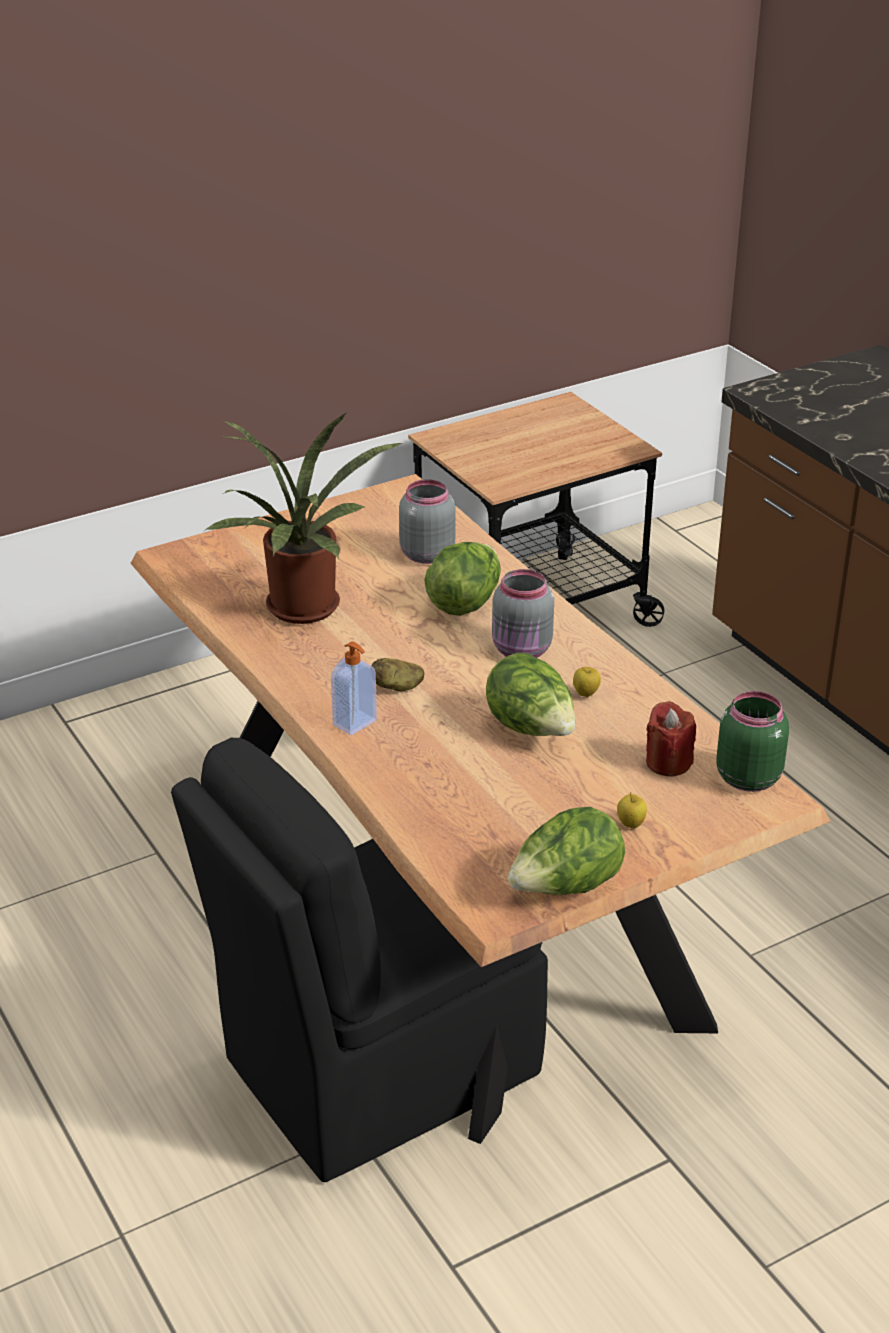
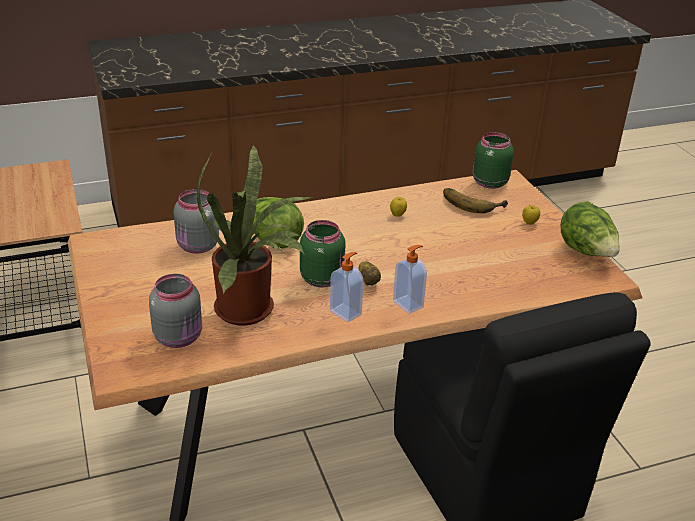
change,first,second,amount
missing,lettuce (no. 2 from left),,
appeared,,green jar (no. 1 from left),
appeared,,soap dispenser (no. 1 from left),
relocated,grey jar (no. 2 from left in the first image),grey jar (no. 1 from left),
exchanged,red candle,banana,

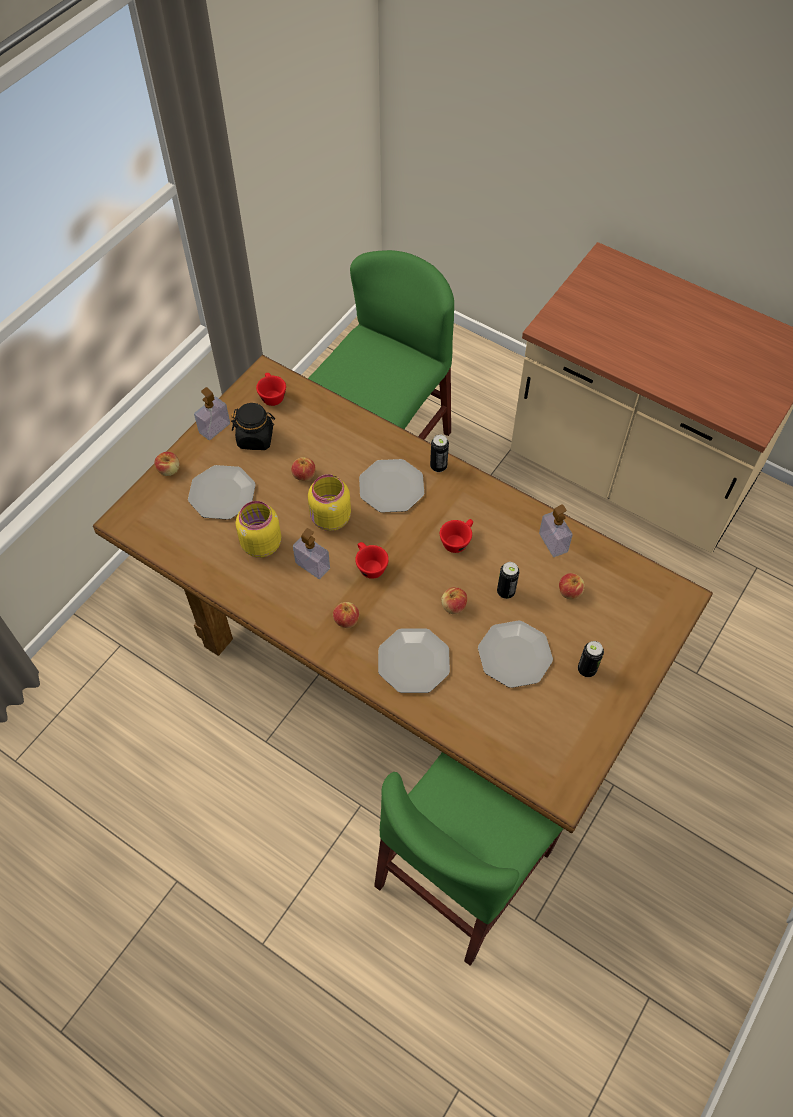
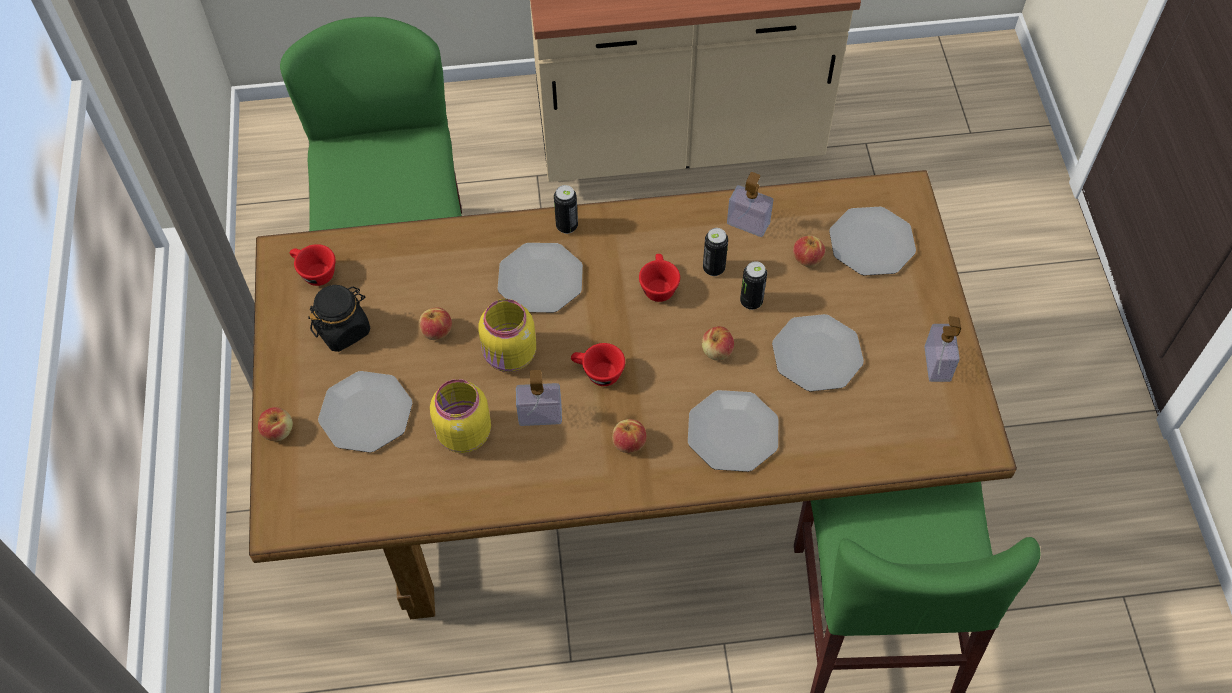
change,first,second,amount
appeared,,plate (no. 5 from left),
relocated,soap dispenser (no. 1 from left in the first image),soap dispenser (no. 3 from left),
relocated,can (no. 3 from left in the first image),can (no. 2 from left),

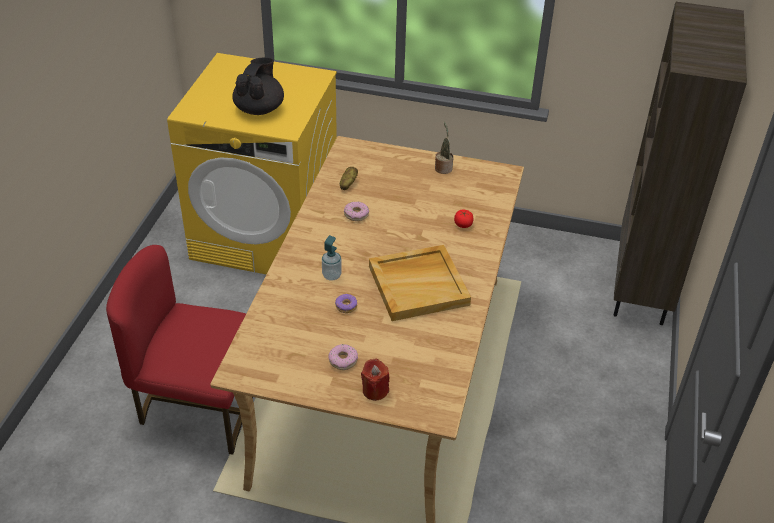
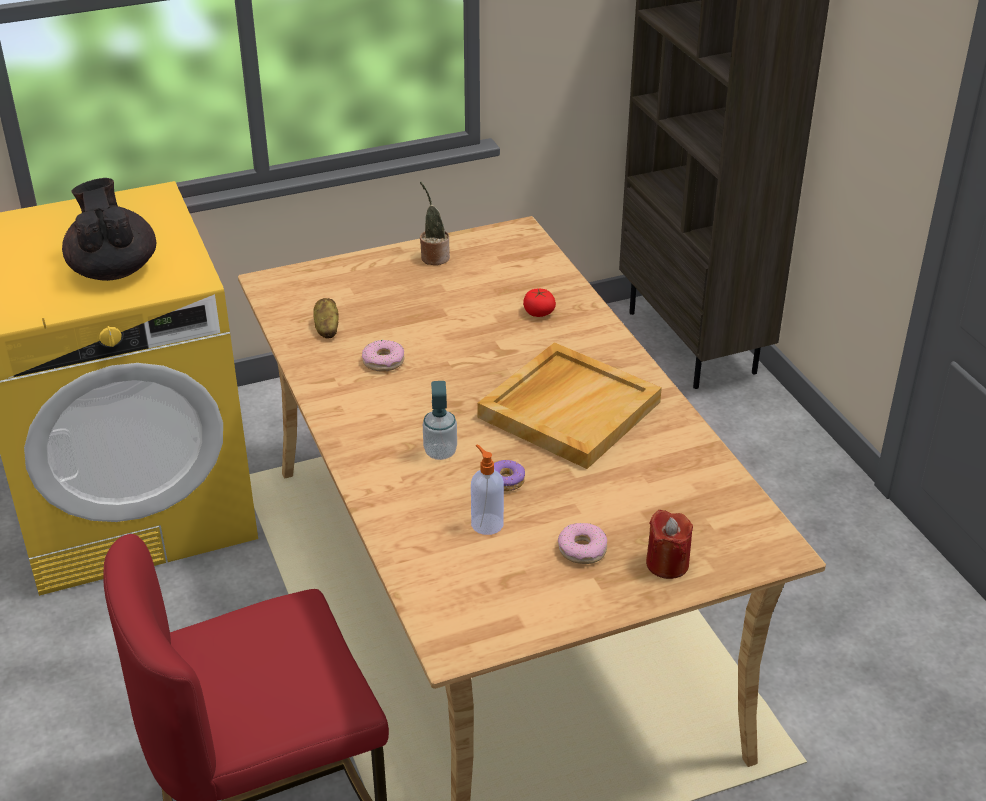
change,first,second,amount
appeared,,soap dispenser (no. 2 from left),

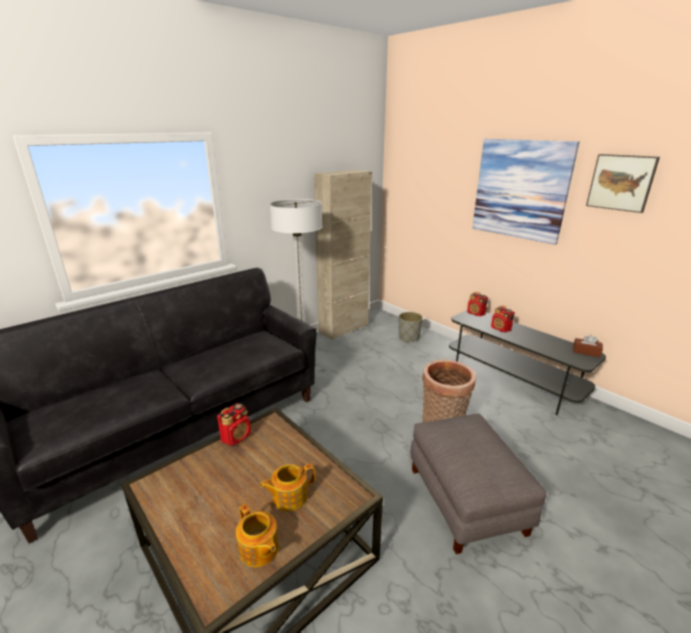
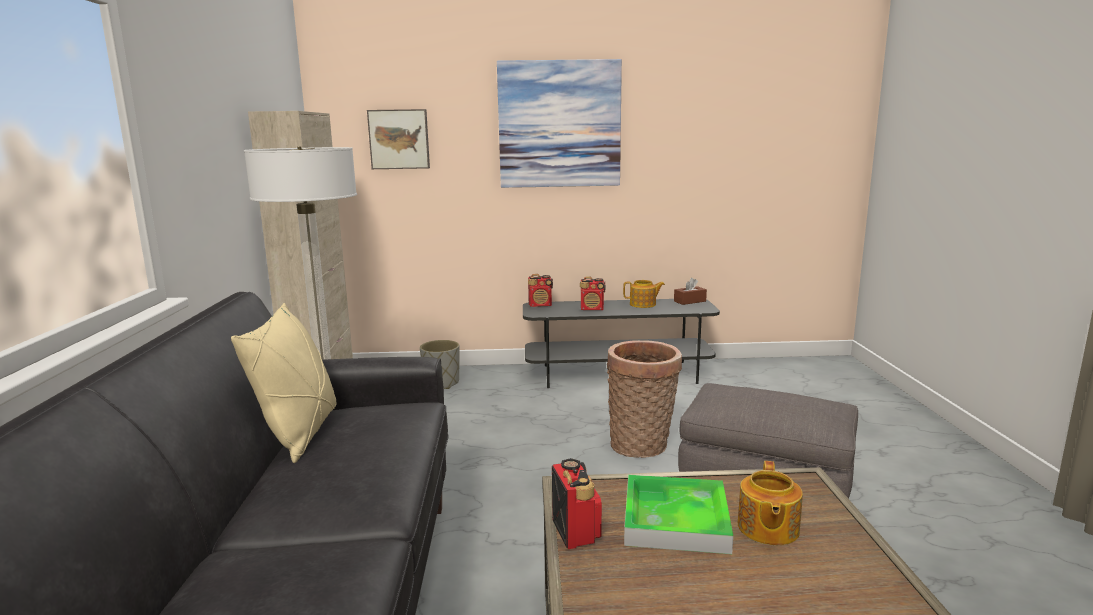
change,first,second,amount
appeared,,beige pillow,
appeared,,tray,
relocated,teapot (no. 1 from left),,
relocated,picture (no. 2 from left in the first image),picture (no. 1 from left),

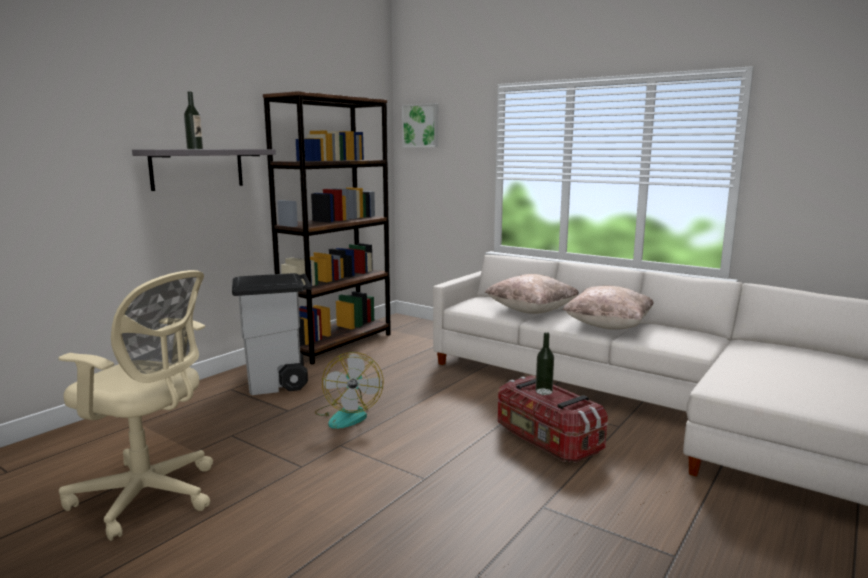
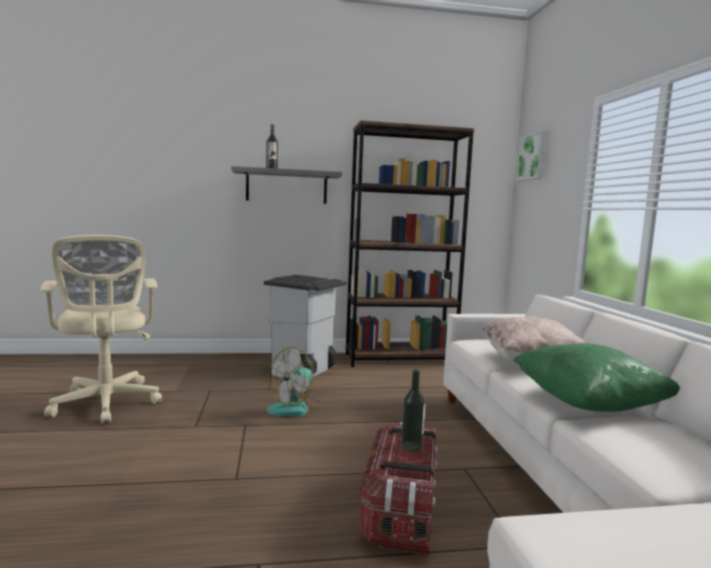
change,first,second,amount
colour,beige pillow (no. 2 from left),green pillow,

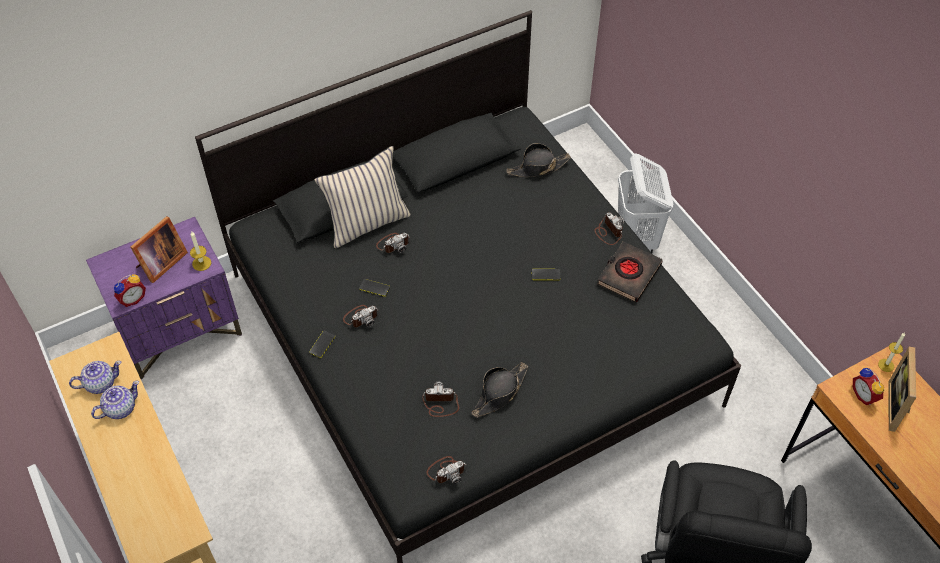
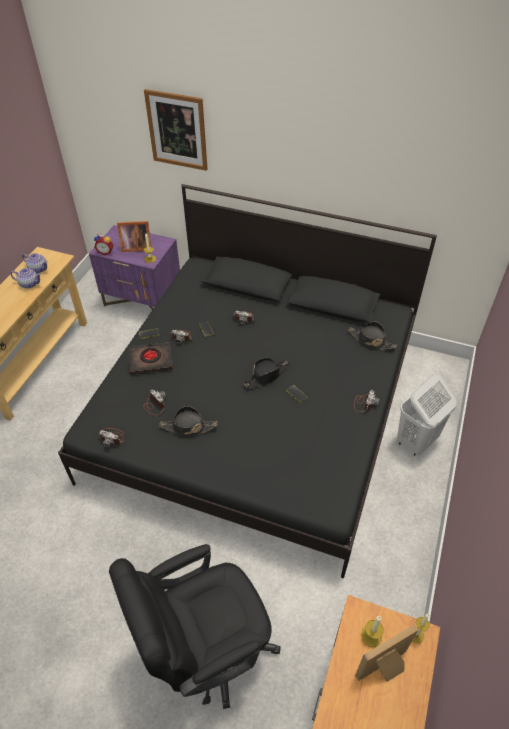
change,first,second,amount
missing,beige pillow,,
appeared,,picture,
appeared,,black hat (no. 2 from left),
relocated,black book,,
exchanged,alarm clock (no. 2 from left),candle (no. 2 from left),

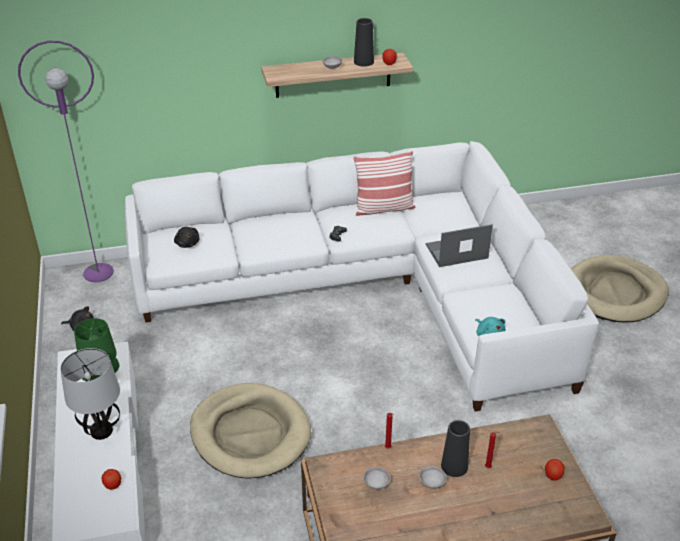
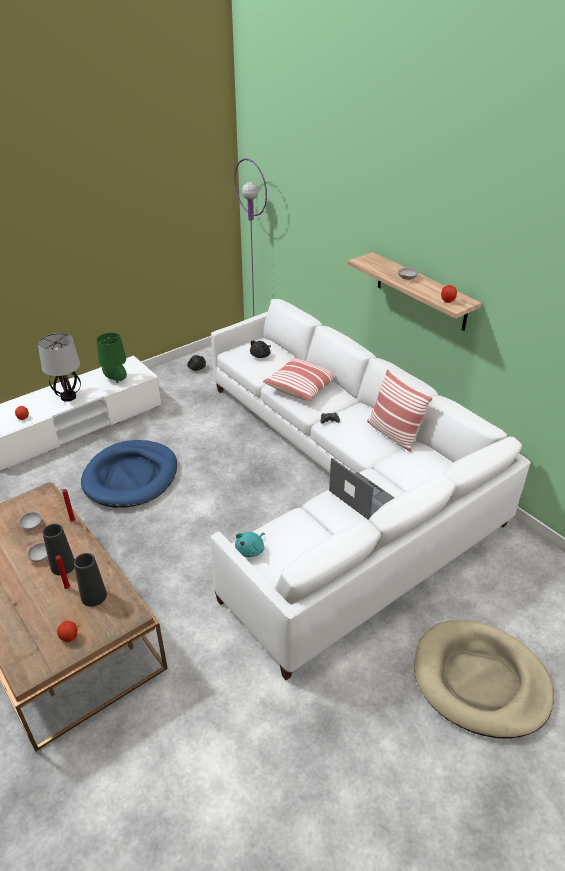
change,first,second,amount
appeared,,pillow (no. 1 from left),
relocated,black vase (no. 1 from left in the first image),black vase (no. 2 from left),
colour,beige dog bed (no. 1 from left),blue dog bed,

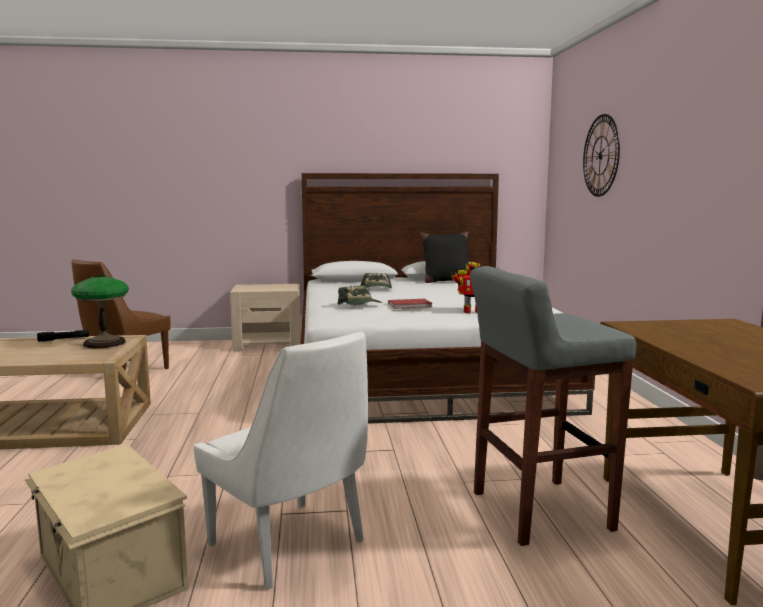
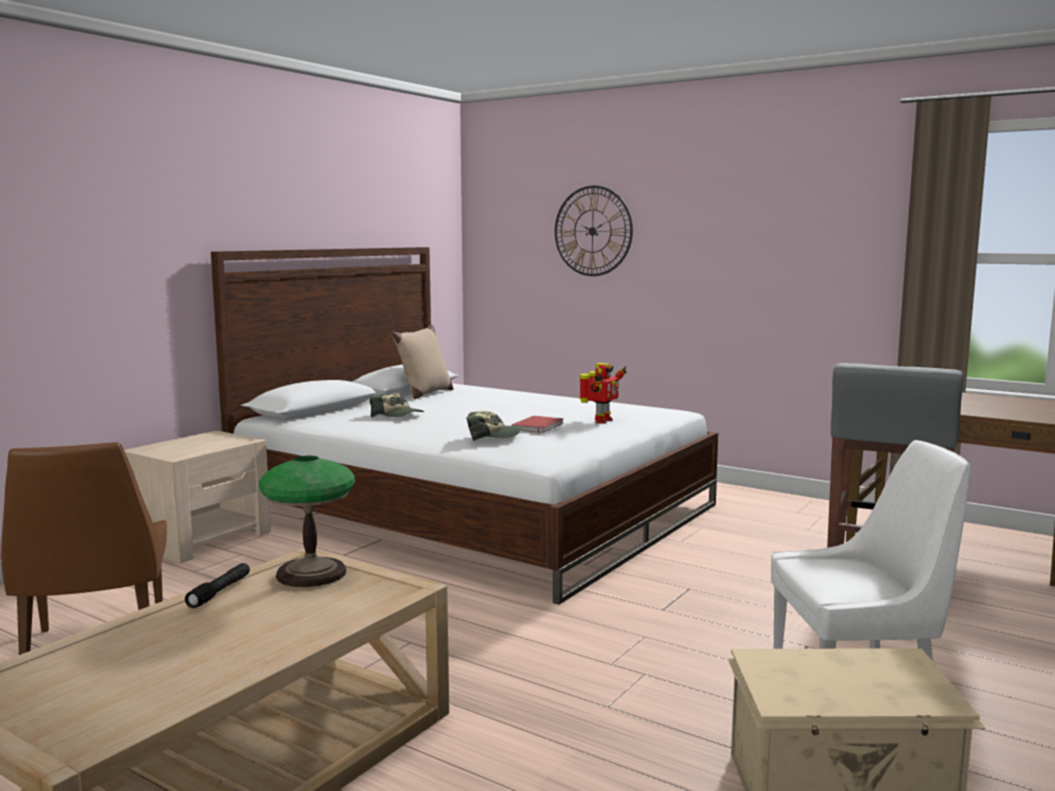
change,first,second,amount
colour,black pillow,beige pillow,

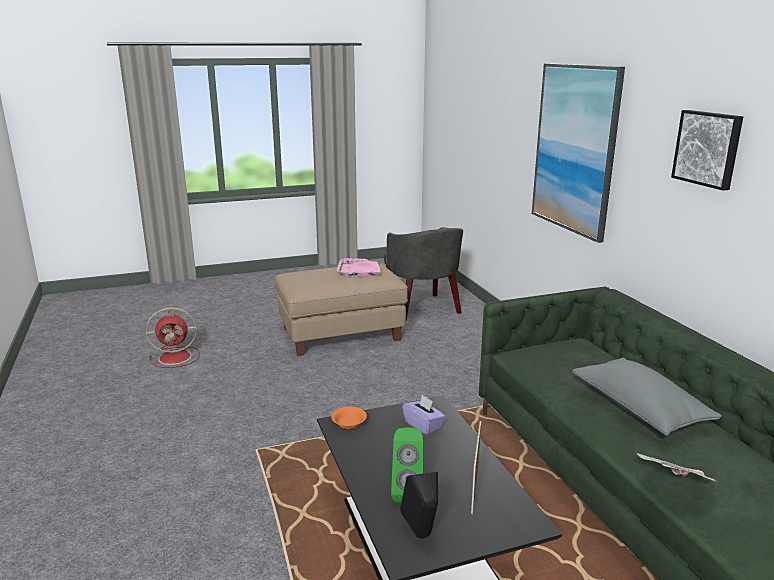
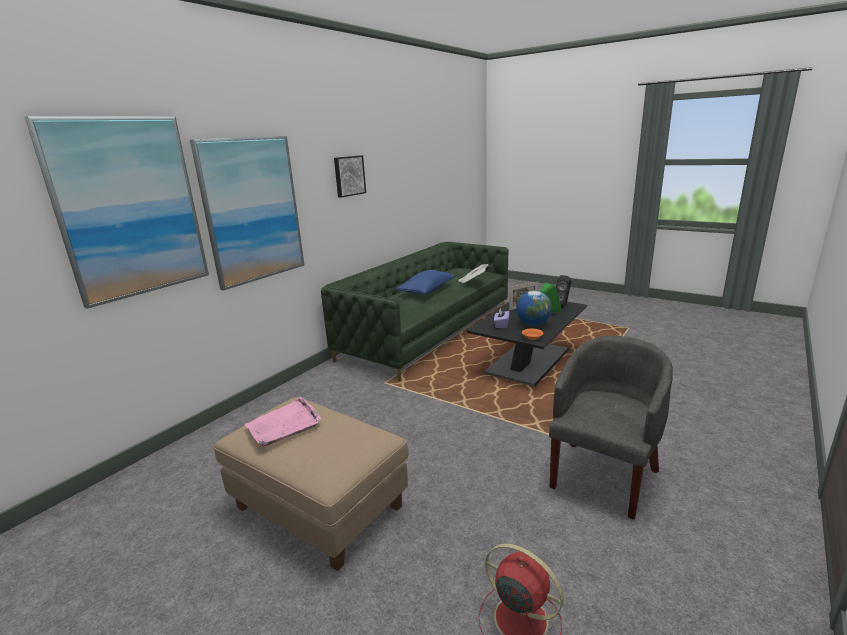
change,first,second,amount
appeared,,picture (no. 1 from left),
appeared,,globe,
relocated,grey armchair,,
colour,grey pillow,blue pillow,

